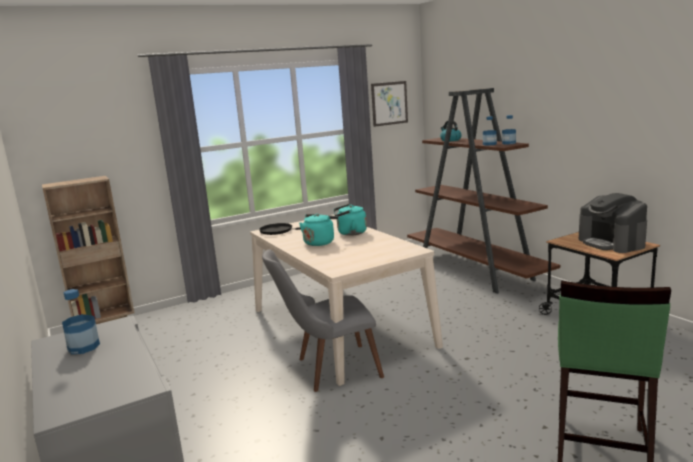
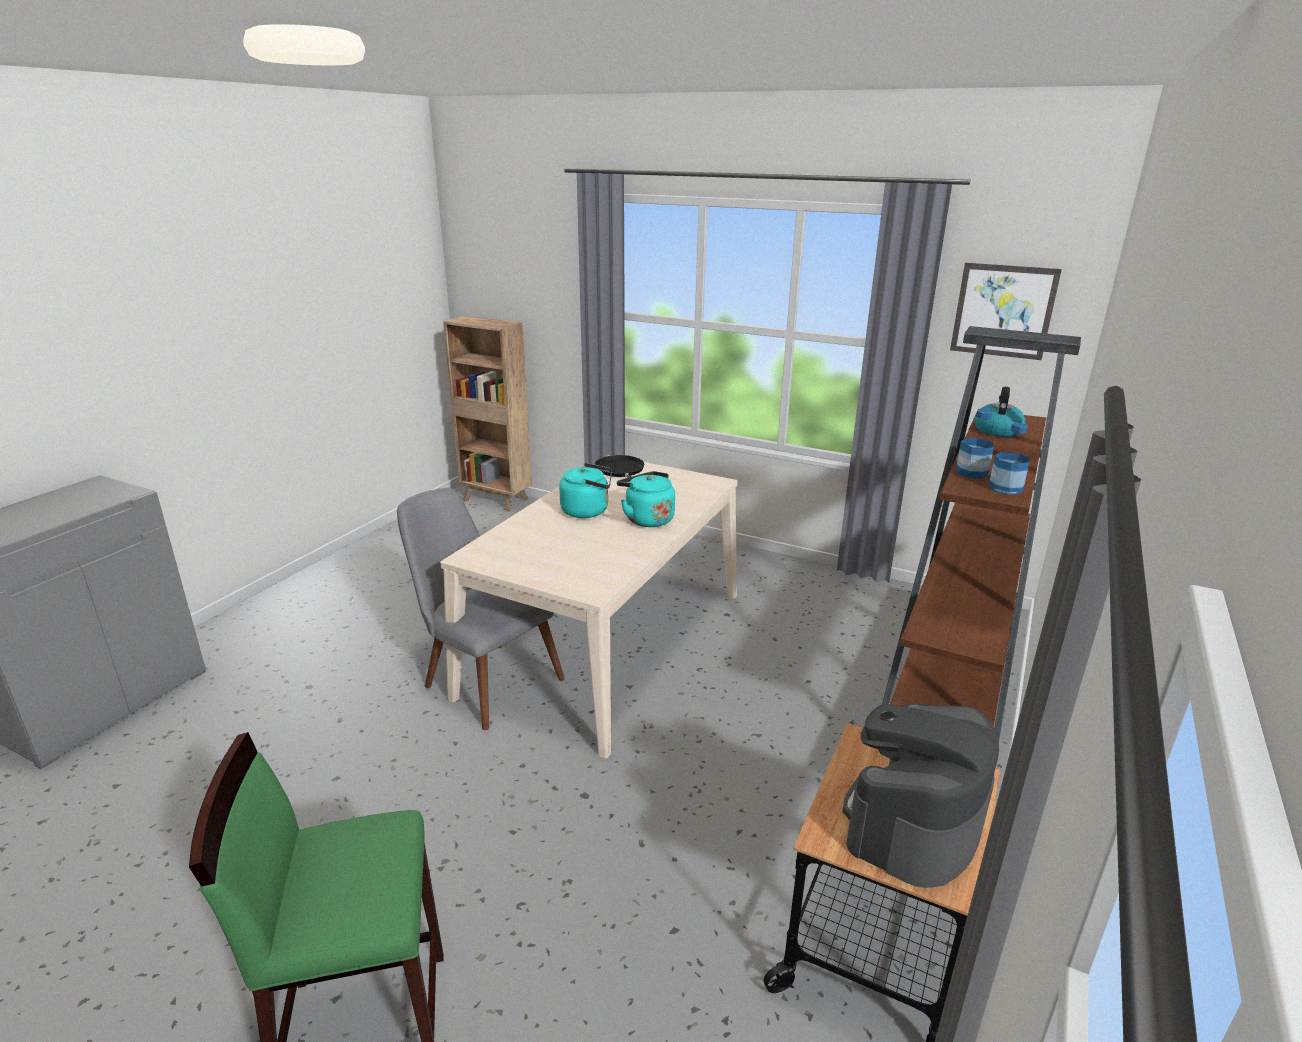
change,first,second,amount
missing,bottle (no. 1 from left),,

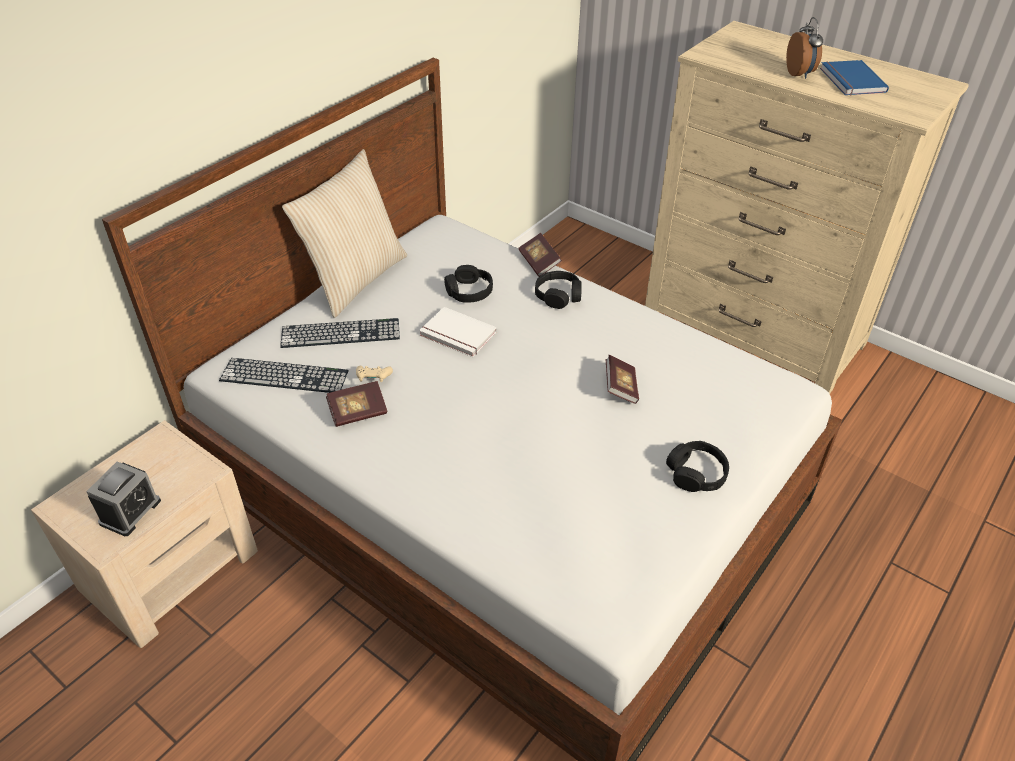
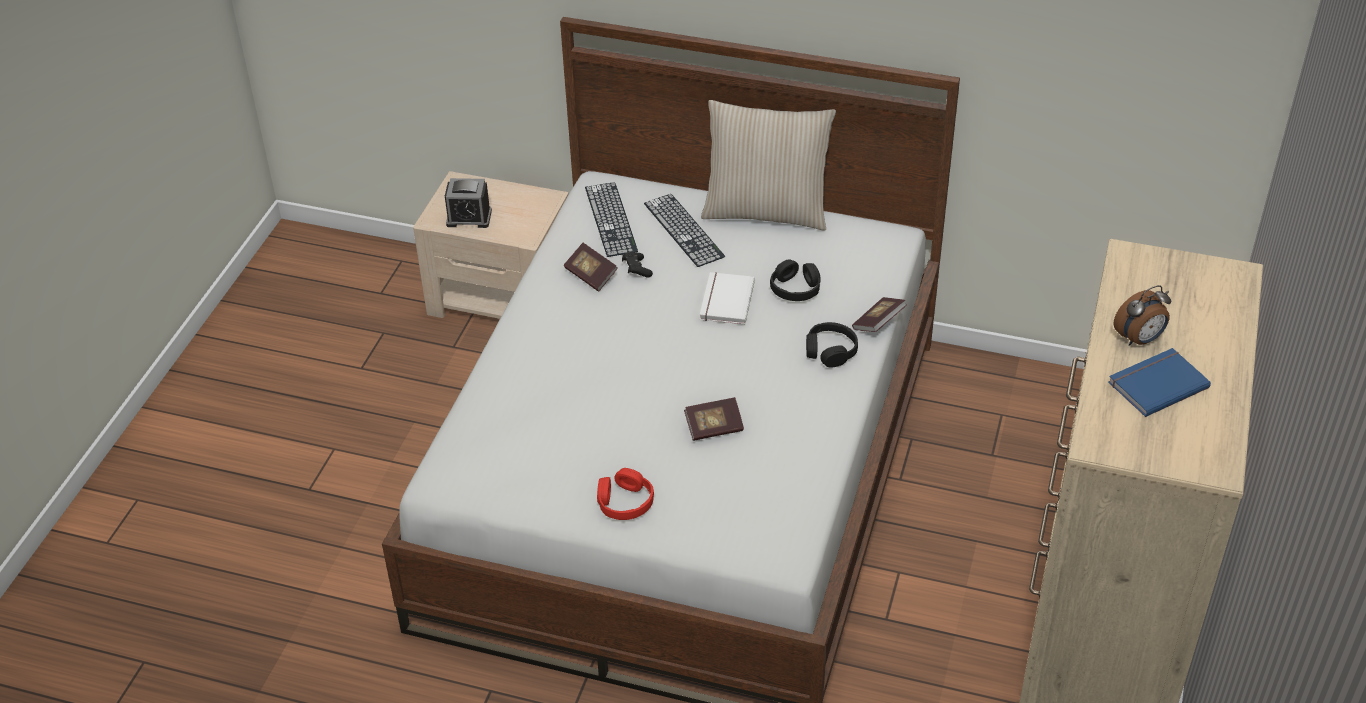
change,first,second,amount
colour,beige game controller,black game controller,
colour,black headphones (no. 3 from left),red headphones,

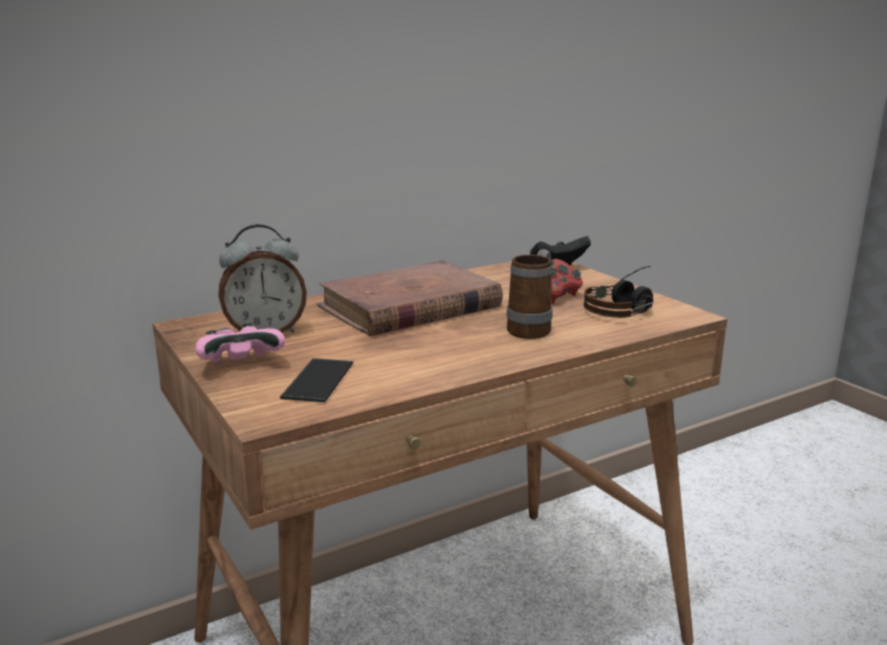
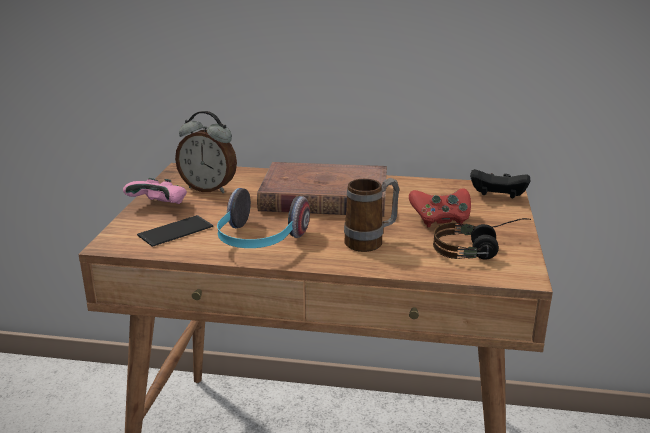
change,first,second,amount
appeared,,headphones (no. 1 from left),

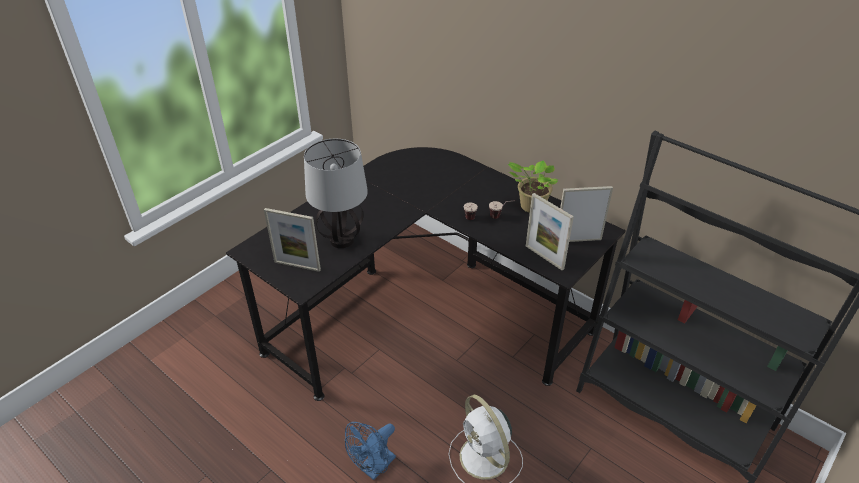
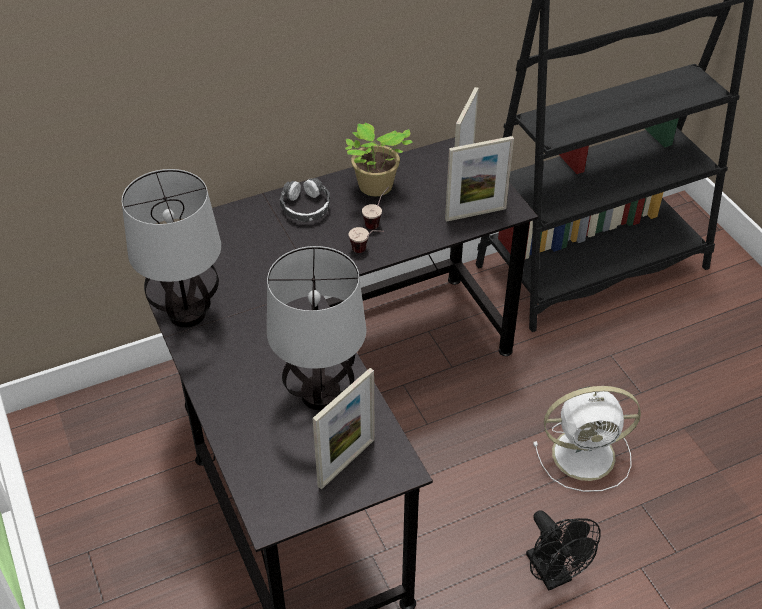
change,first,second,amount
appeared,,table lamp (no. 1 from left),
appeared,,headphones,
colour,blue fan,black fan,

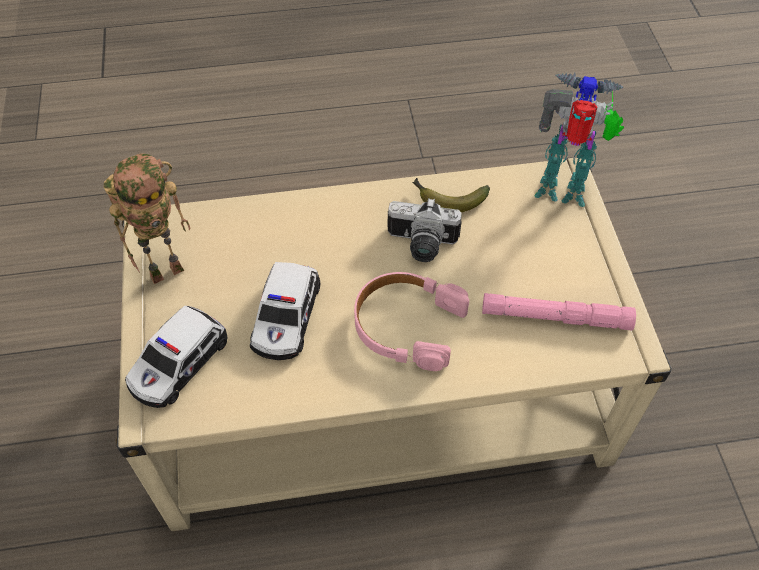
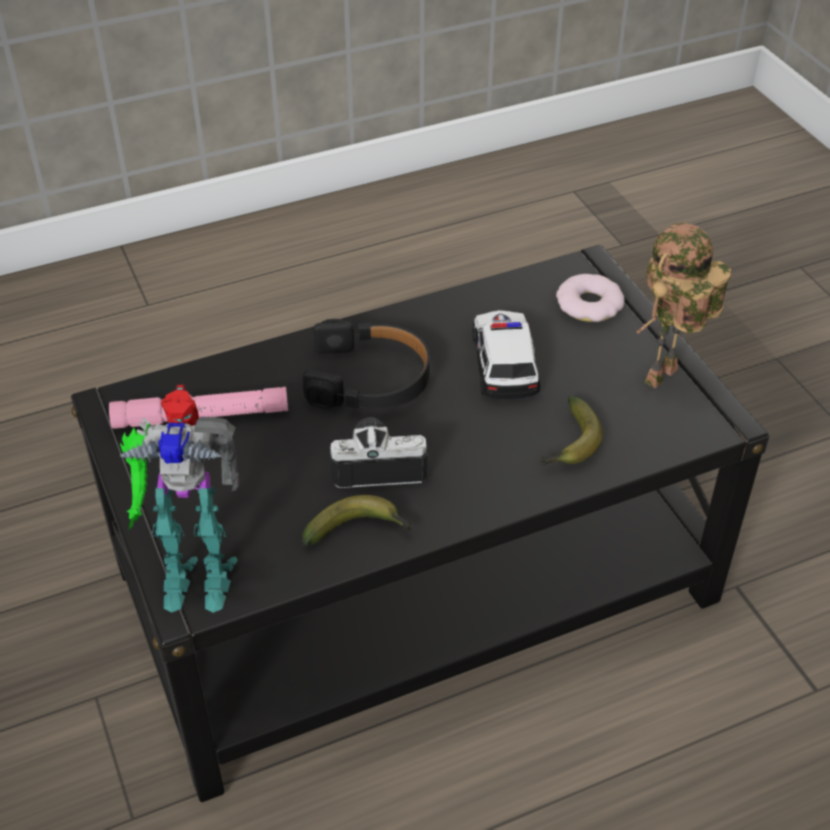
change,first,second,amount
appeared,,banana (no. 2 from left),
exchanged,toy car (no. 1 from left),donut,
colour,beige coffee table,black coffee table,
colour,pink headphones,black headphones,

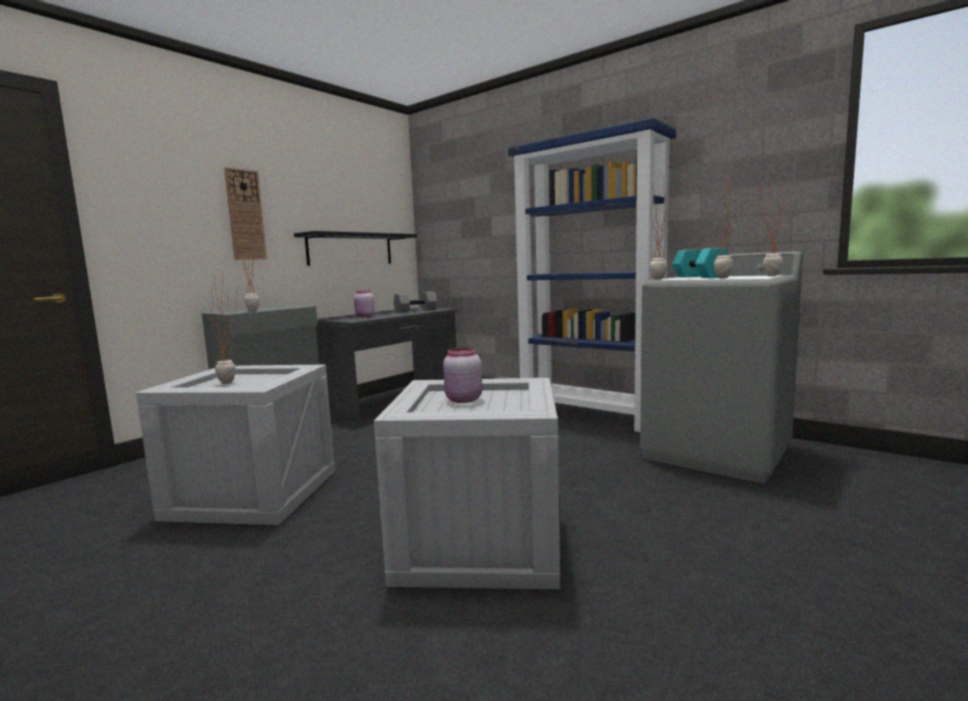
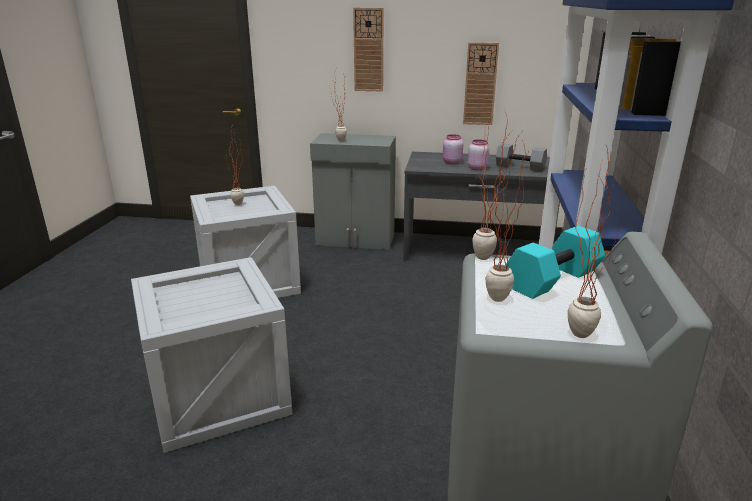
change,first,second,amount
relocated,pink jar (no. 2 from left),,
exchanged,black shelf,wall clock (no. 2 from left),

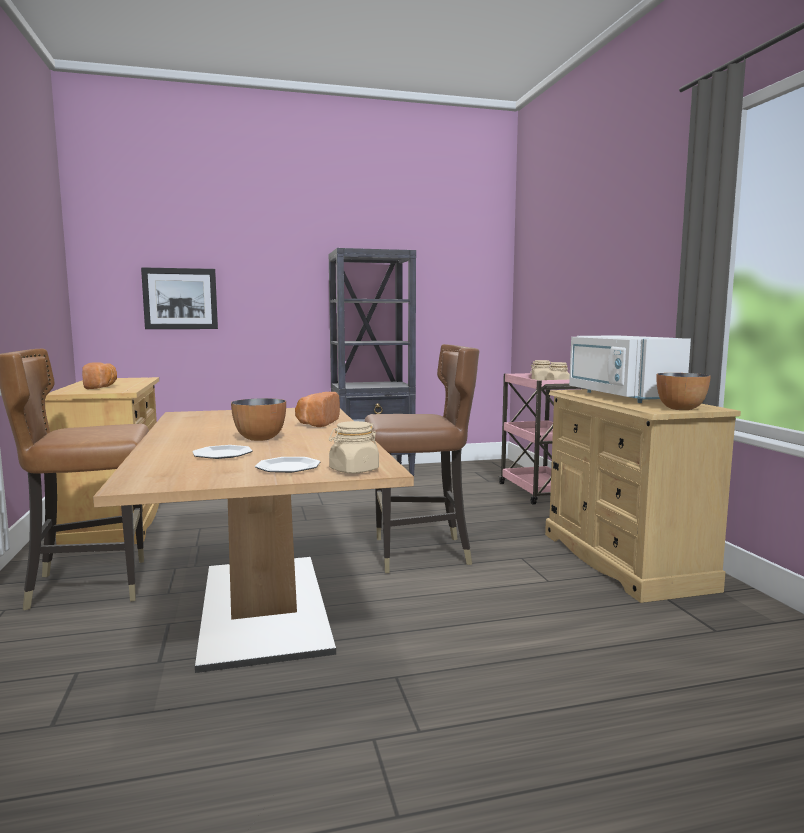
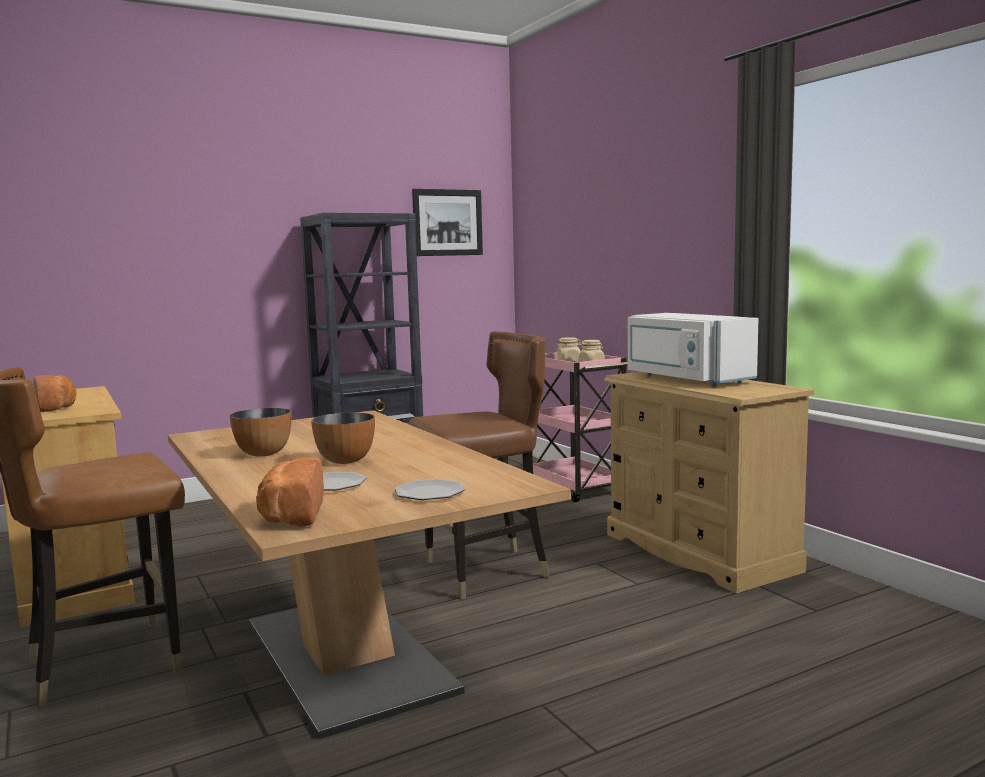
change,first,second,amount
missing,beige jar (no. 1 from left),,
relocated,picture,,
relocated,bread (no. 2 from left),,
relocated,bowl (no. 2 from left in the first image),bowl (no. 1 from left),

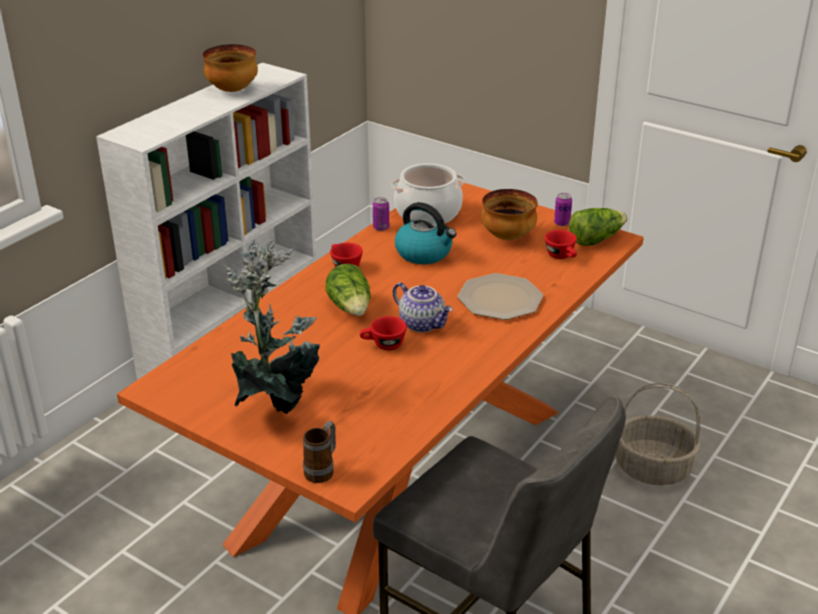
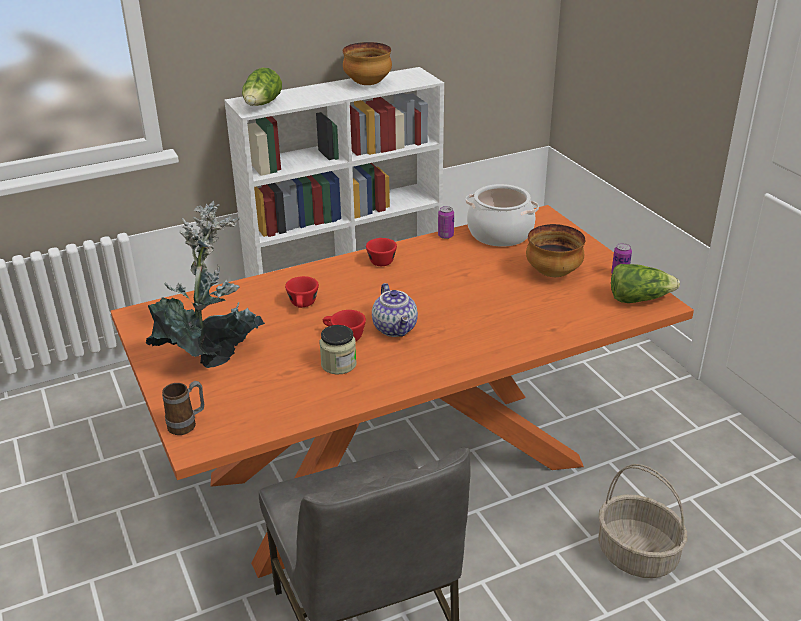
change,first,second,amount
missing,kettle,,
missing,plate,,
appeared,,jar,
relocated,lettuce (no. 1 from left),,
relocated,red cup (no. 3 from left in the first image),red cup (no. 1 from left),

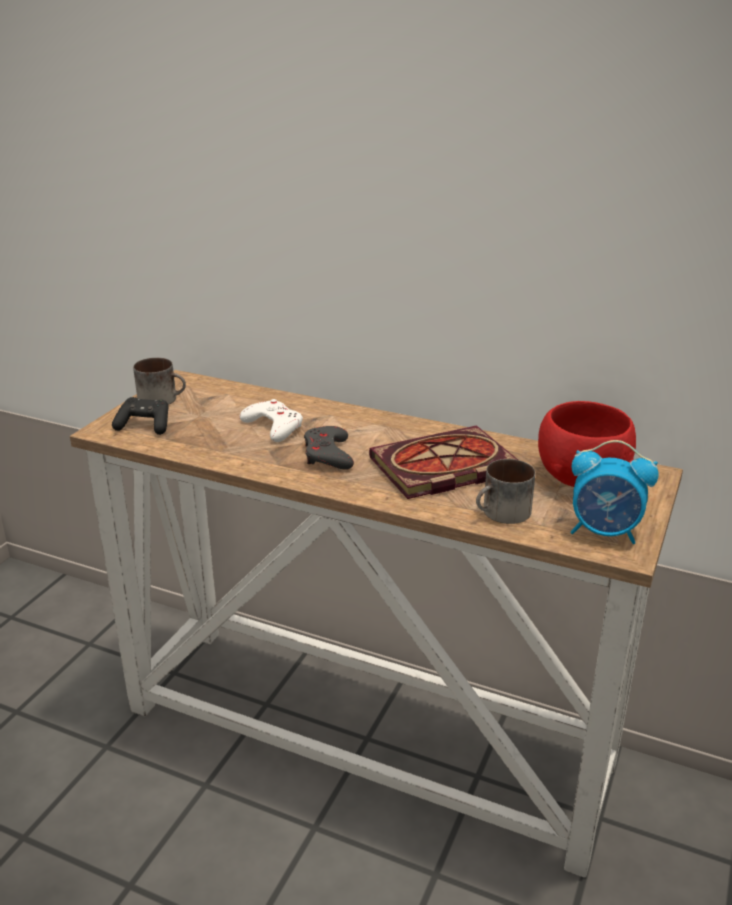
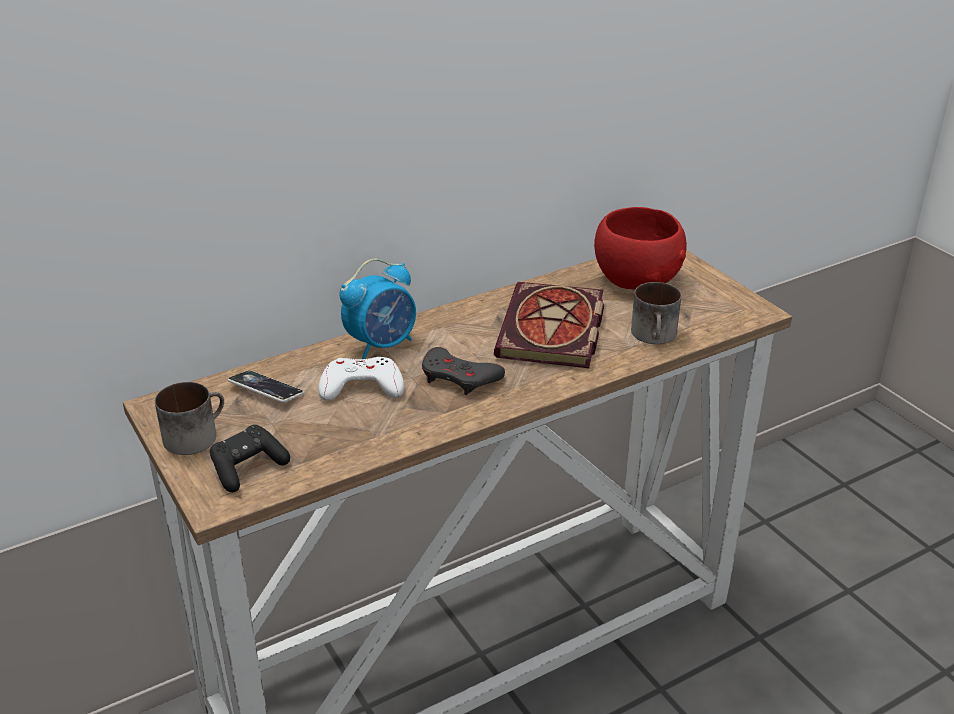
change,first,second,amount
appeared,,phone,
relocated,alarm clock,,

